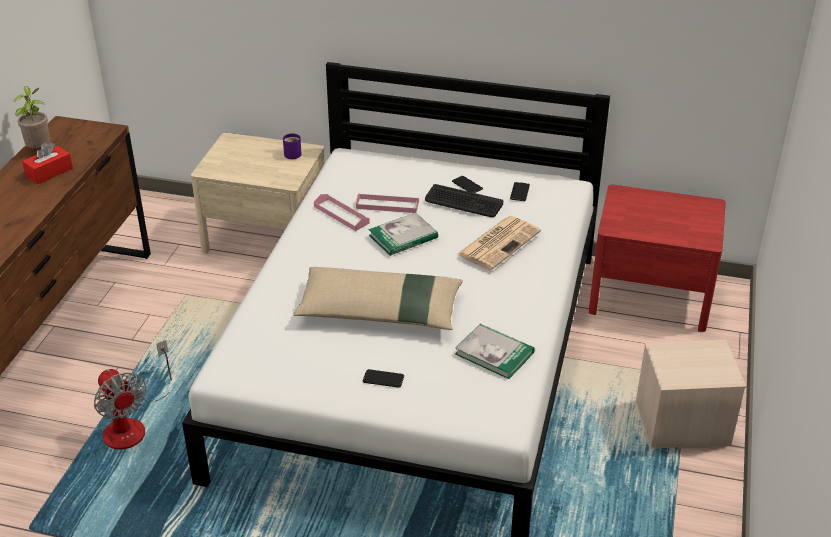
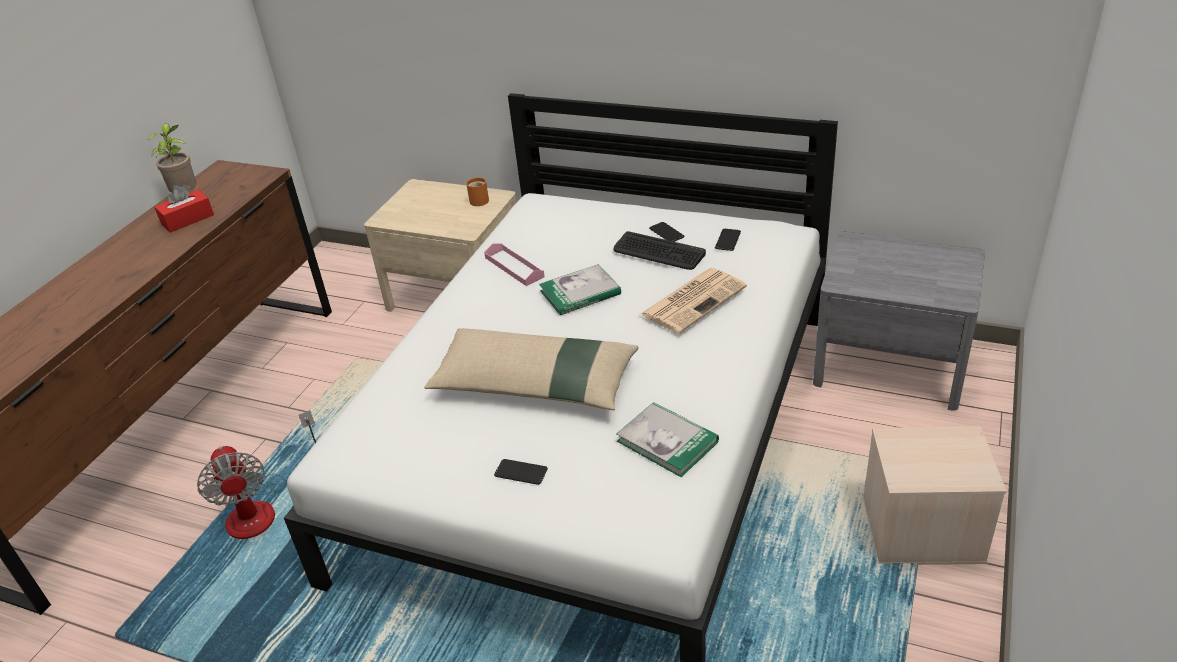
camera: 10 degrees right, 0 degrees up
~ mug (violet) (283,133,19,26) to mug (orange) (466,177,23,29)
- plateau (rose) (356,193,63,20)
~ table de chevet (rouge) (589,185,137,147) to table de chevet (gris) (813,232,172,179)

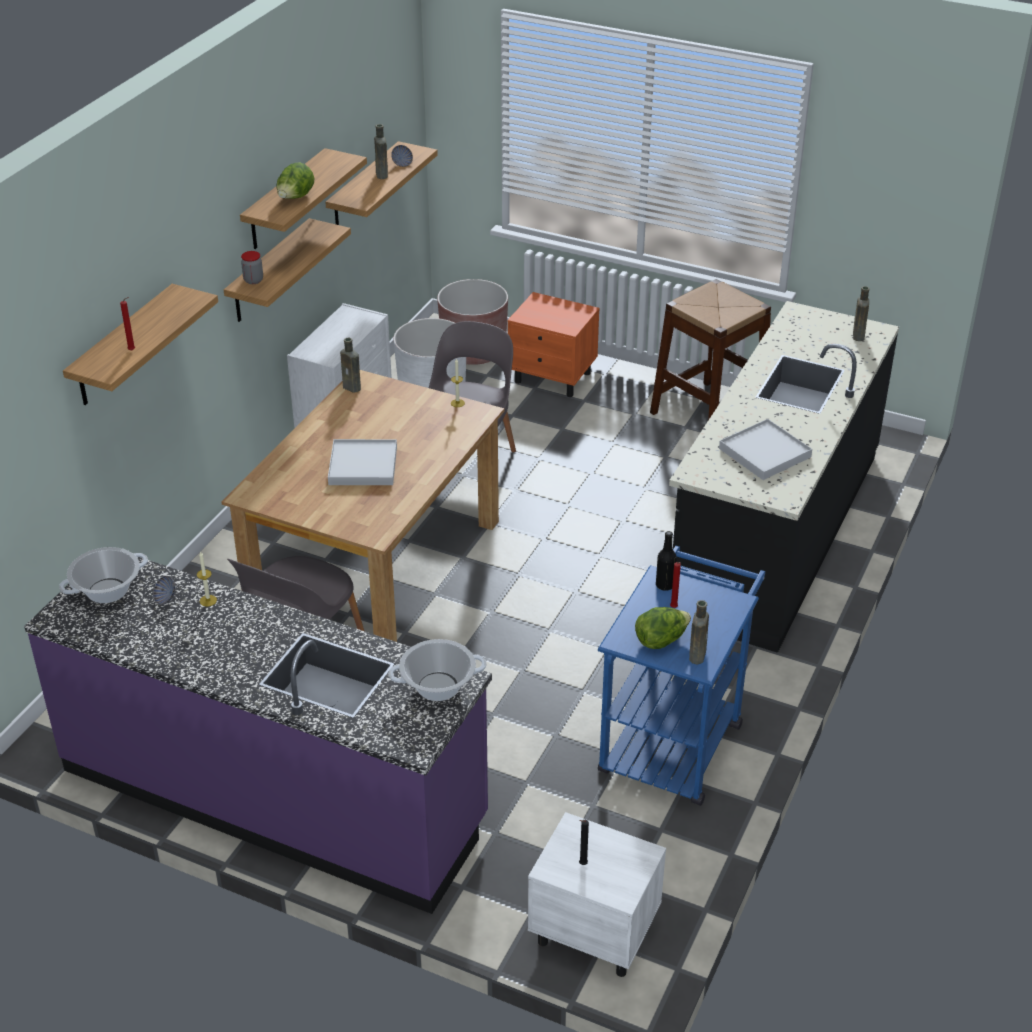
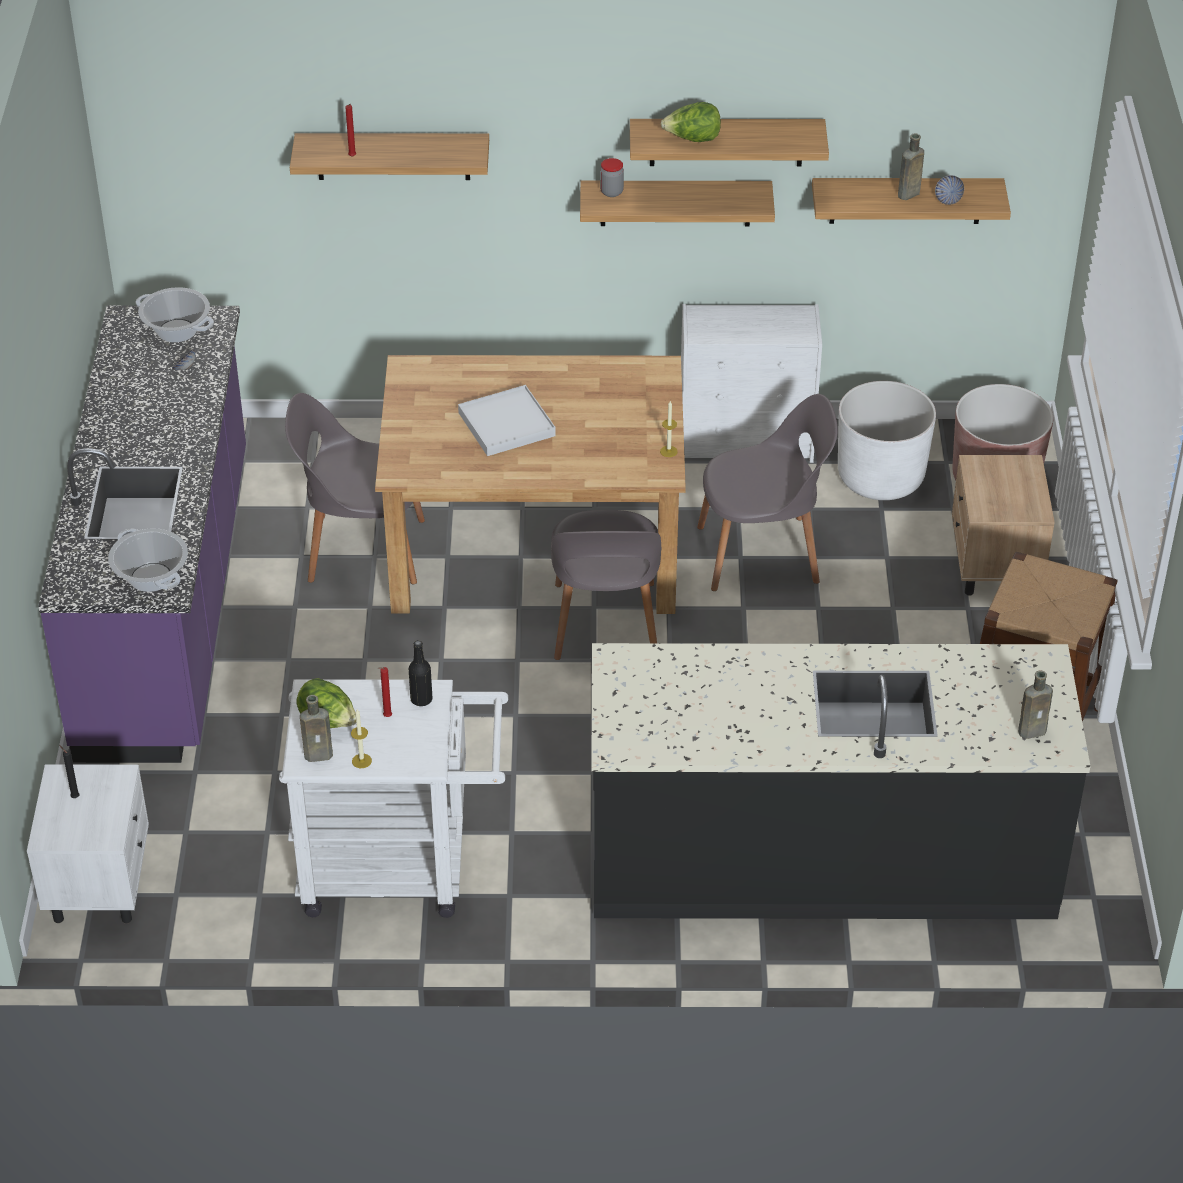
camera: 65 degrees right, 5 degrees up
~ bougie (197,551,20,55) to (351,709,21,59)
- bouteille (marron) (340,338,21,55)
~ table de chevet (orange) (508,292,92,105) to table de chevet (beige) (952,455,103,141)
~ chariot (bleu) (598,546,167,260) to chariot (blanc) (279,679,229,239)
- plateau (blanc) (719,419,93,61)
+ chaise (gris) (551,510,111,150)

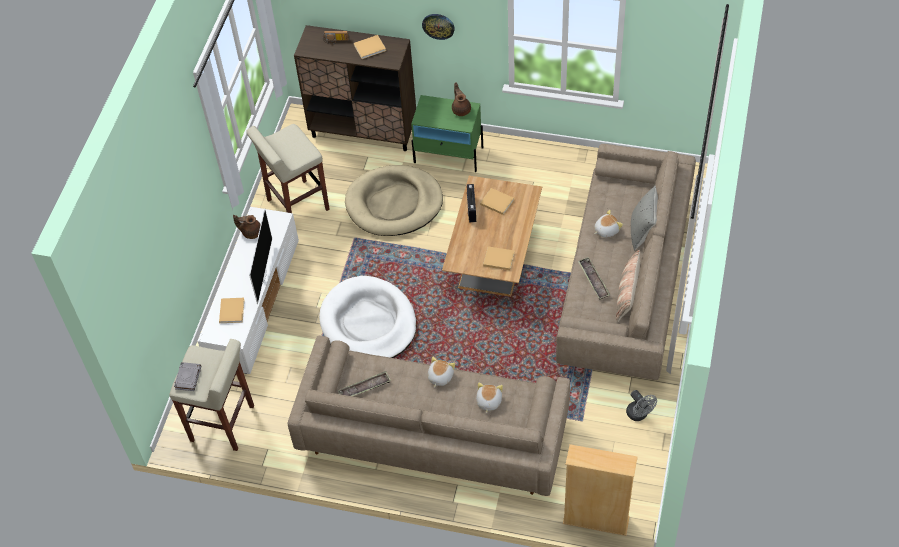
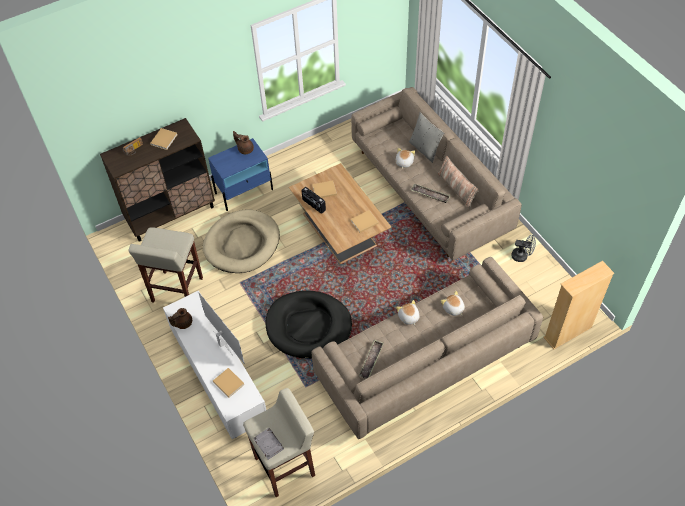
camera: 45 degrees left, 0 degrees up
~ panier pour chien (blanc) (319,276,97,82) to panier pour chien (noir) (265,291,87,68)
~ table de chevet (vert) (411,95,72,77) to table de chevet (bleu) (208,138,65,73)
- horloge murale (422,14,33,26)

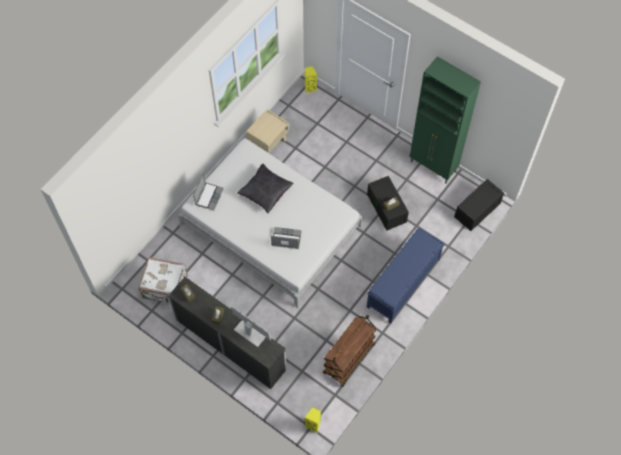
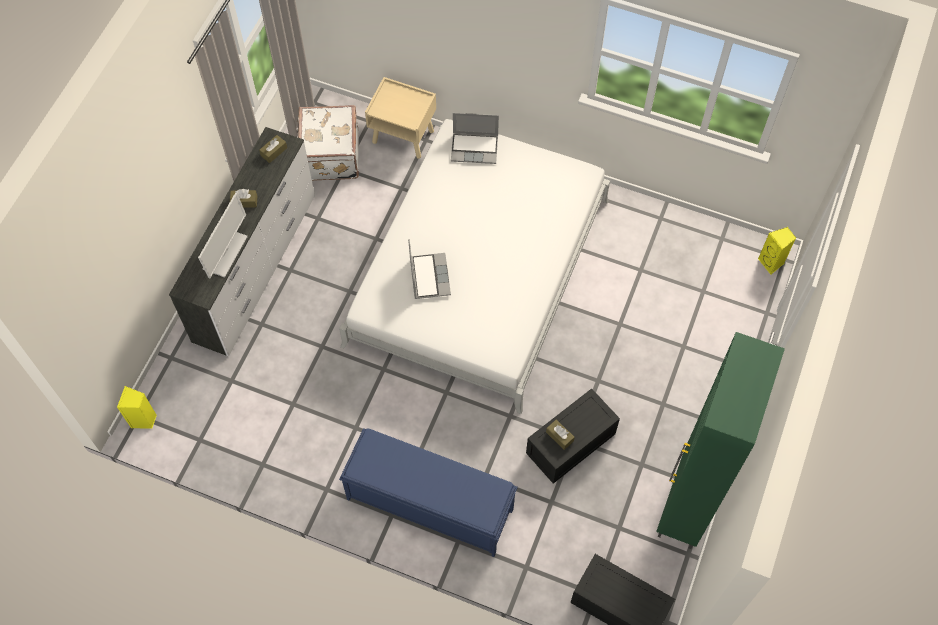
camera: 75 degrees right, 0 degrees up
- coussin (noir) (237,163,57,50)
~ table de chevet (beige) (246,109,43,44) to (365,77,71,82)
- chariot (marron) (323,315,54,72)

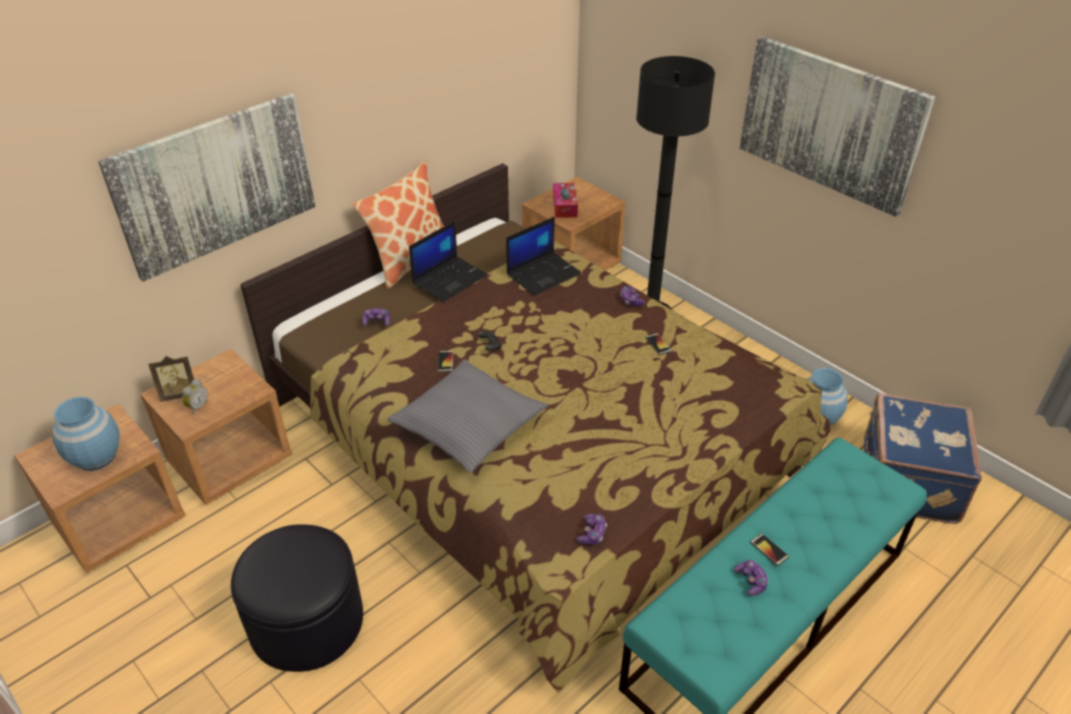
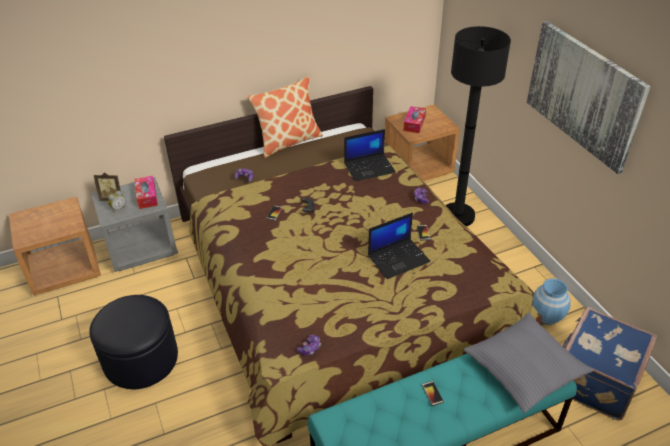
camera: 20 degrees right, 0 degrees up
- vase (bleu) (52,397,68,74)
- tableau (98,93,218,189)
~ table de chevet (marron) (140,349,152,156) to table de chevet (gris) (91,177,87,95)
~ coussin (gris) (387,359,161,114) to (464,313,130,100)
~ ordinateur portable (409,221,79,81) to (368,213,63,66)
- manette (734,560,35,36)
+ boîte à mouchoirs (135,176,23,33)

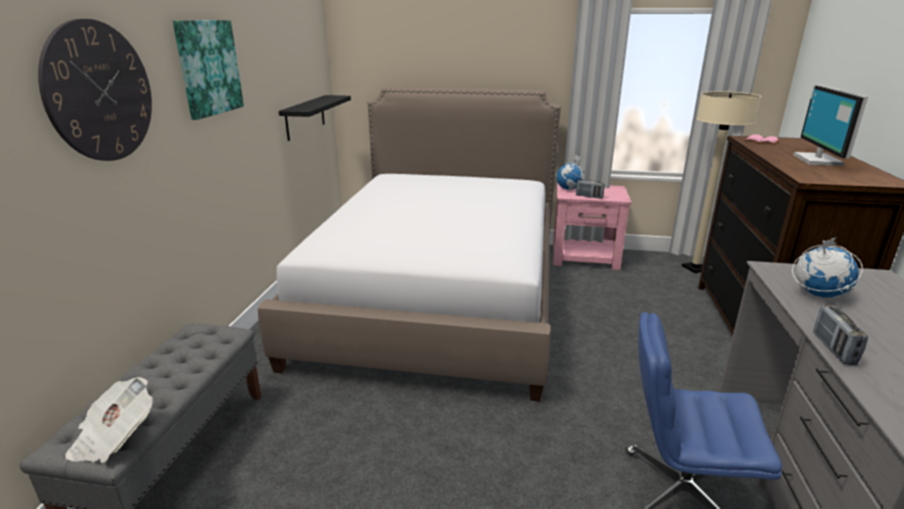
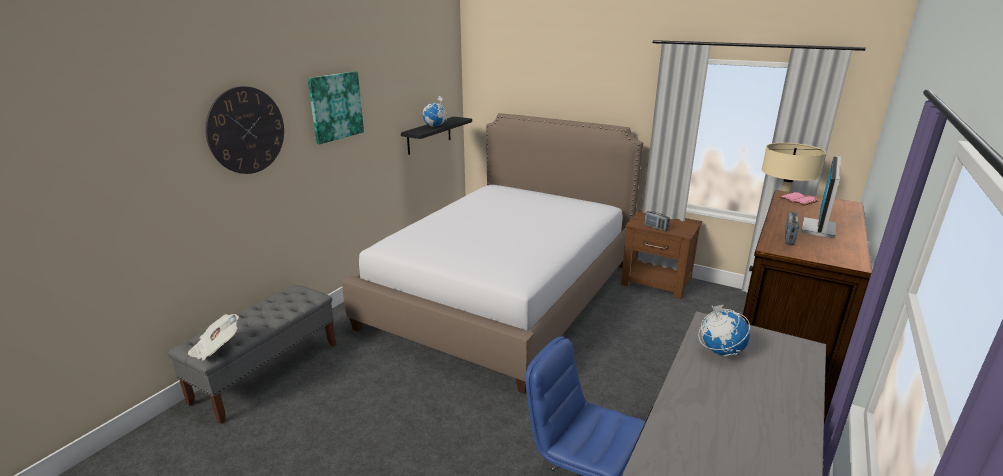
camera: 20 degrees right, 0 degrees up
~ table de chevet (rose) (553,183,79,87) to table de chevet (marron) (621,210,81,89)
~ globe (557,155,27,35) to (423,95,24,32)
~ radio (813,305,55,60) to (785,212,14,33)

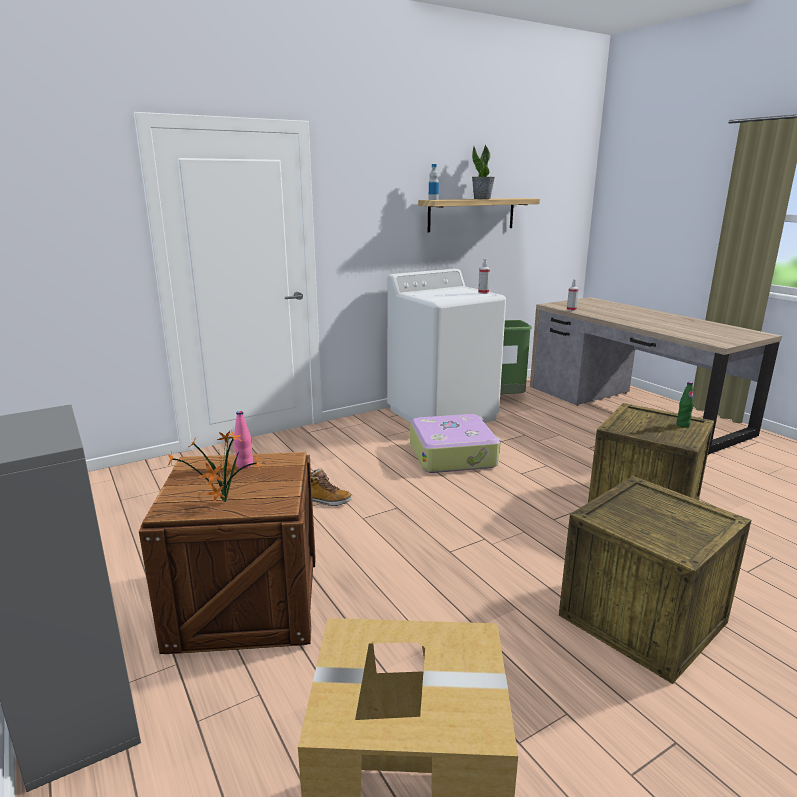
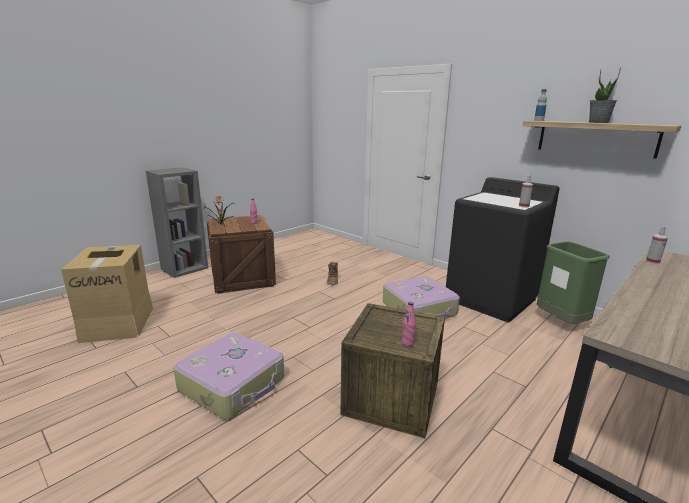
camera: 75 degrees right, 0 degrees up
~ lave-linge (blanc) (387,268,119,155) to lave-linge (noir) (446,177,114,145)
~ caisse (559,476,192,208) to valise (173,333,111,86)
~ bouteille (vert) (676,382,18,46) to bouteille (rose) (401,302,15,44)

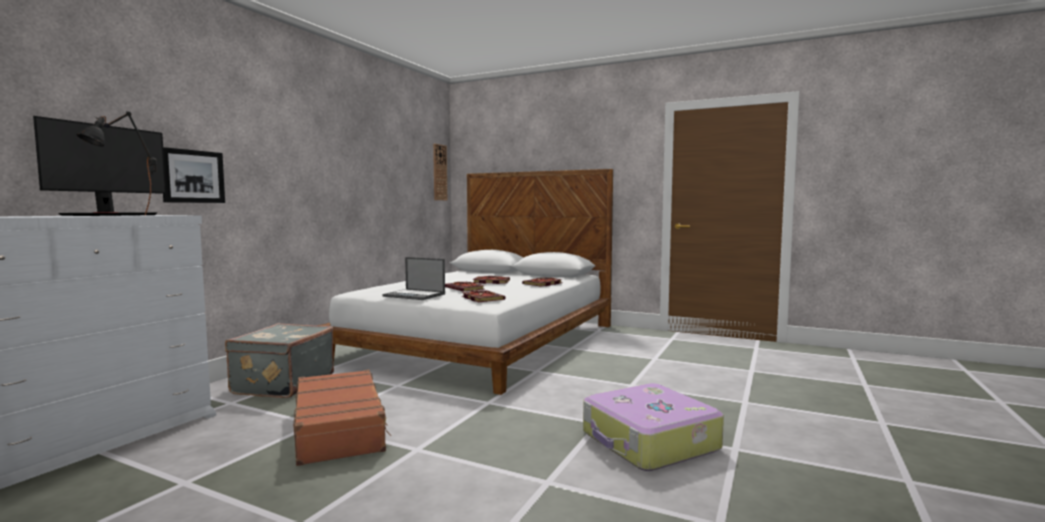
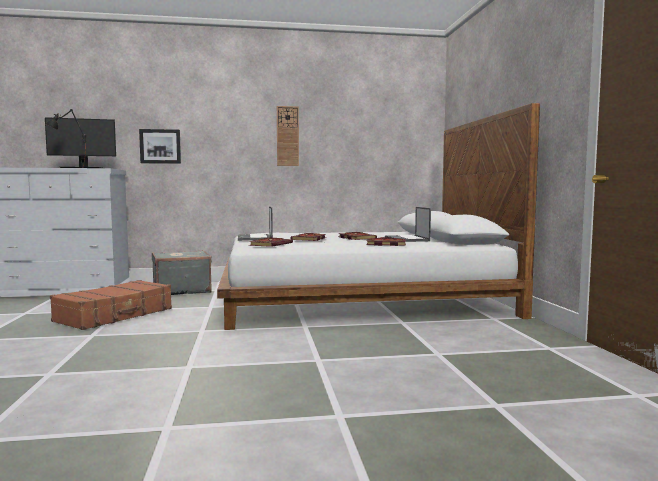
camera: 55 degrees right, 0 degrees up
~ horloge murale (433,144,14,56) to (277,106,22,60)
- valise (583,383,141,88)
+ ordinateur portable (385,207,46,35)

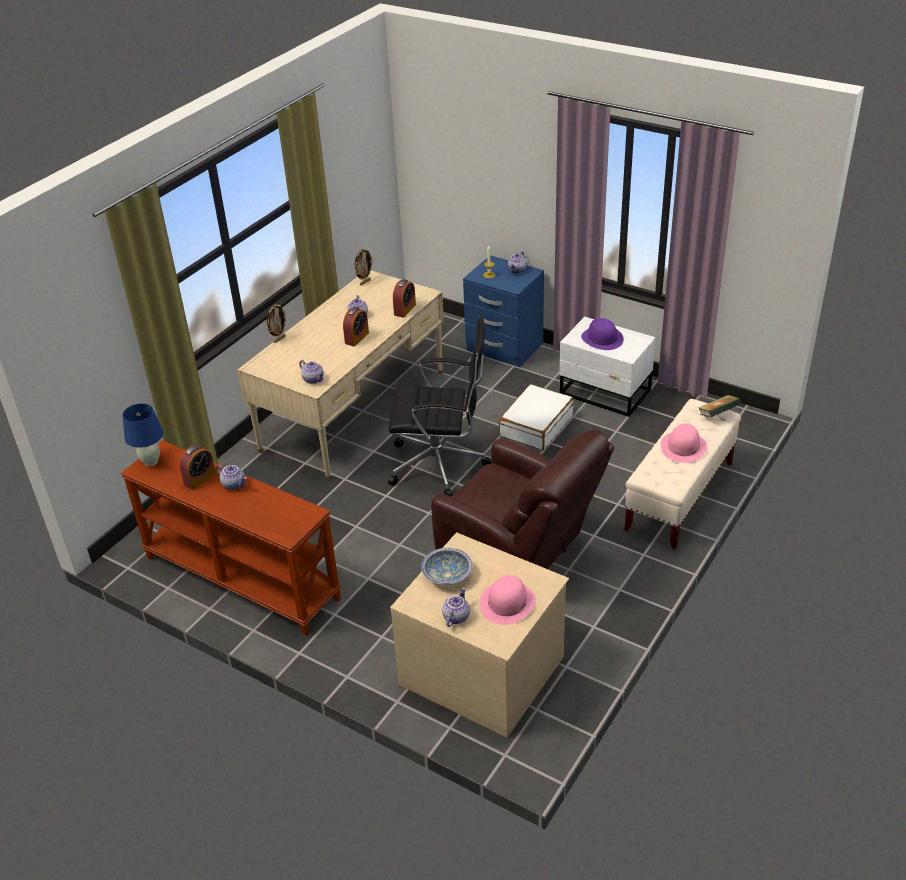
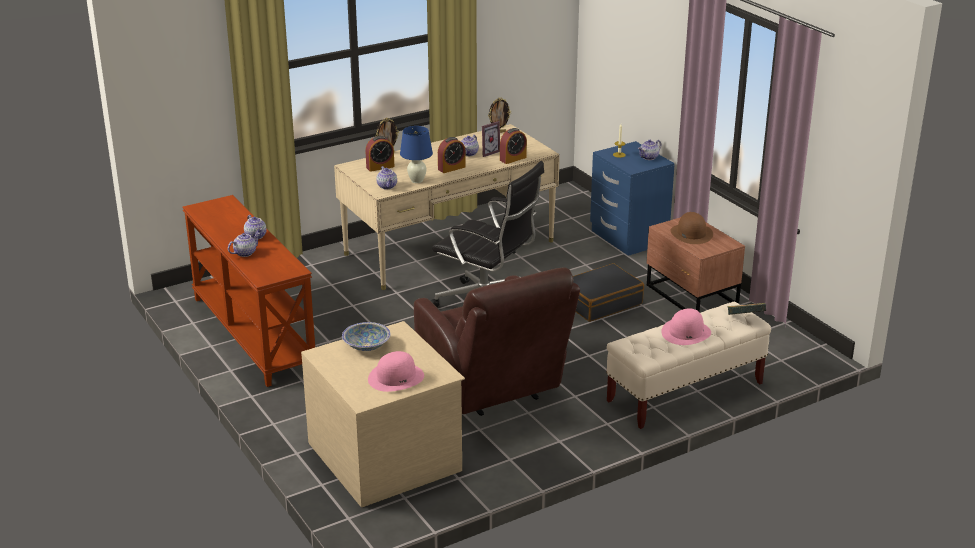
camera: 25 degrees right, 10 degrees down
~ lampe de table (bleu) (122,403,41,64) to (400,126,33,57)
~ réveil (179,445,37,45) to (365,136,29,36)
~ théière (442,588,28,39) to (228,233,32,24)
~ valise (blanc) (499,384,75,66) to valise (noir) (573,263,71,59)
~ table de chevet (blanc) (559,317,97,100) to table de chevet (marron) (647,217,98,94)
~ chapeau (violet) (581,318,43,32) to chapeau (marron) (670,212,43,32)
+ cadre photo (482,121,18,36)

